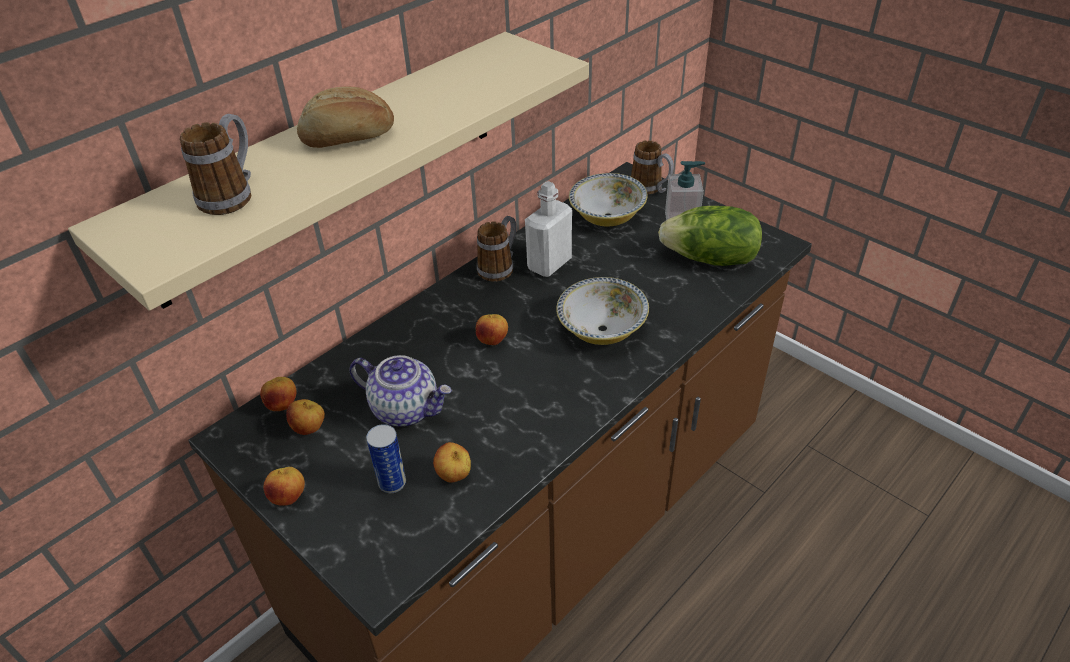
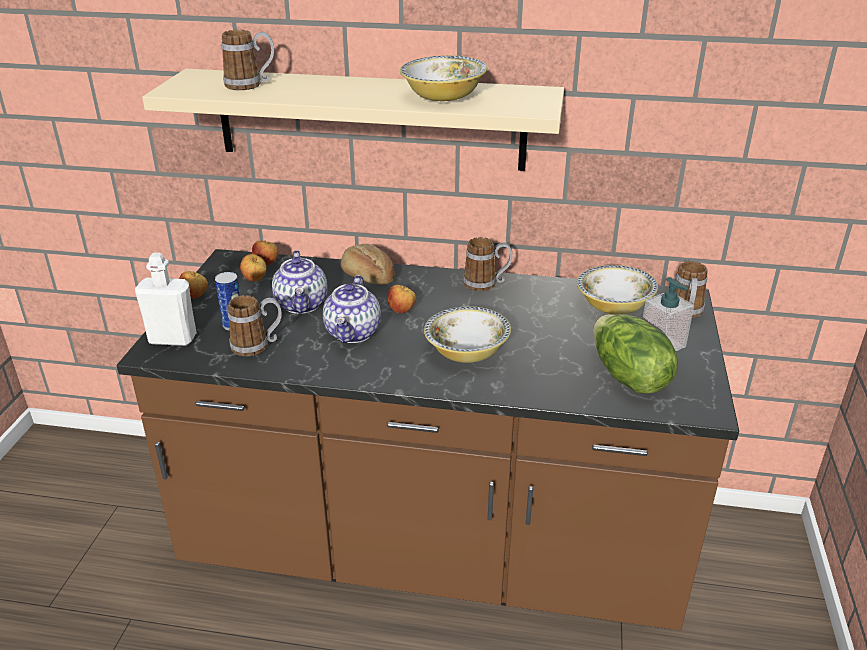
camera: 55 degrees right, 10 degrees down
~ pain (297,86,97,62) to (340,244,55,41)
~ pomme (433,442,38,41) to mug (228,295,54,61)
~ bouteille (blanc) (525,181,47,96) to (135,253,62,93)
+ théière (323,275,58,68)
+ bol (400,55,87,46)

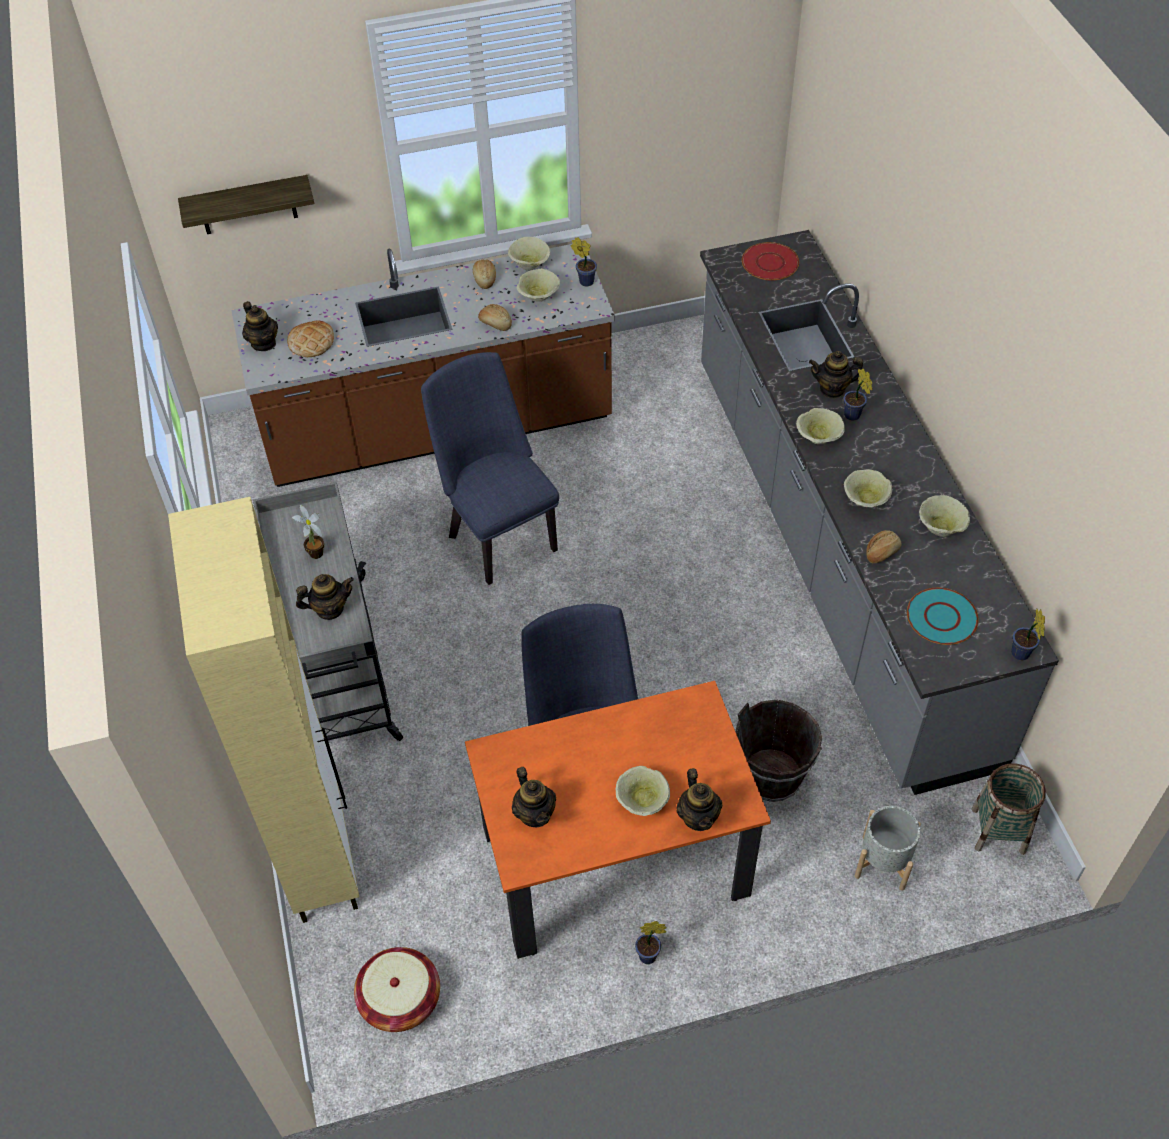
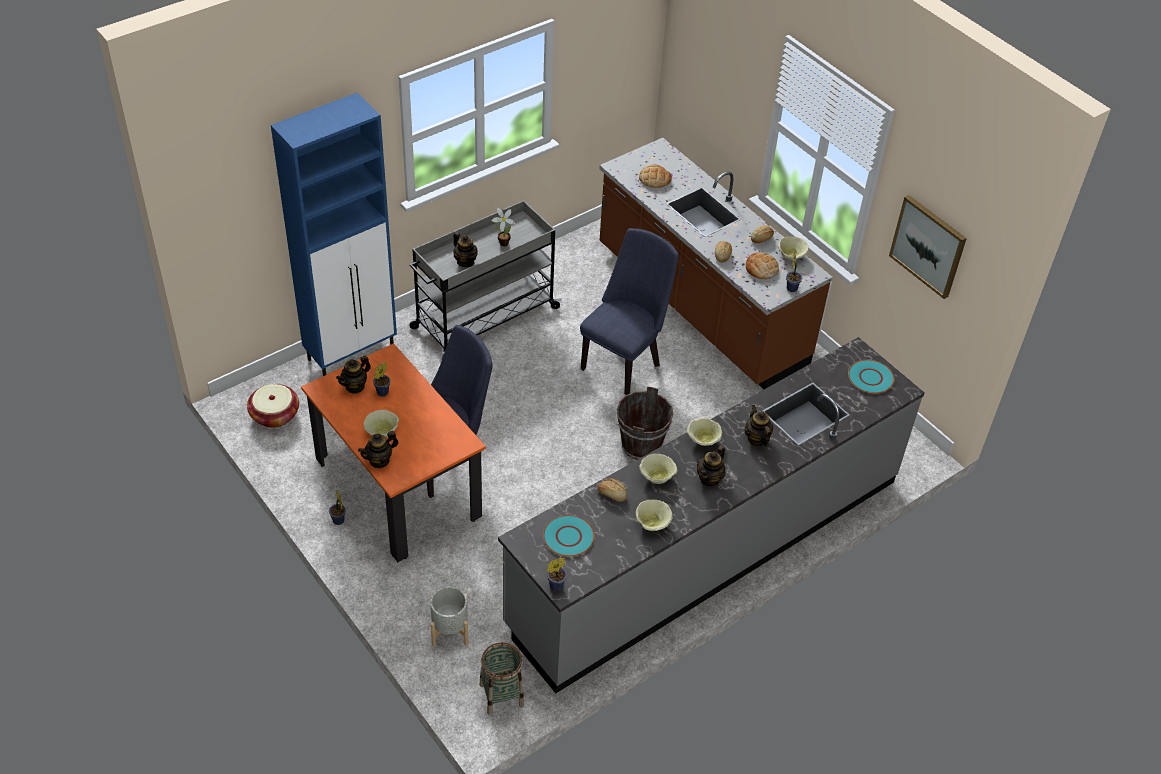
camera: 65 degrees right, 5 degrees down
~ meuble de rangement (beige) (168,497,191,426) to meuble de rangement (bleu) (271,93,126,283)
- étagère (178,175,136,59)
~ théière (242,301,36,50) to (697,445,28,42)
~ bol (beige) (517,269,43,33) to pain (746,252,33,27)
~ seau (marron) (735,700,87,102) to (617,386,56,74)
~ assiette (rouge) (742,242,57,38) to assiette (turquoise) (848,360,47,34)
~ plante en pot (843,368,29,53) to (373,362,17,34)
+ tableau (889,195,78,104)

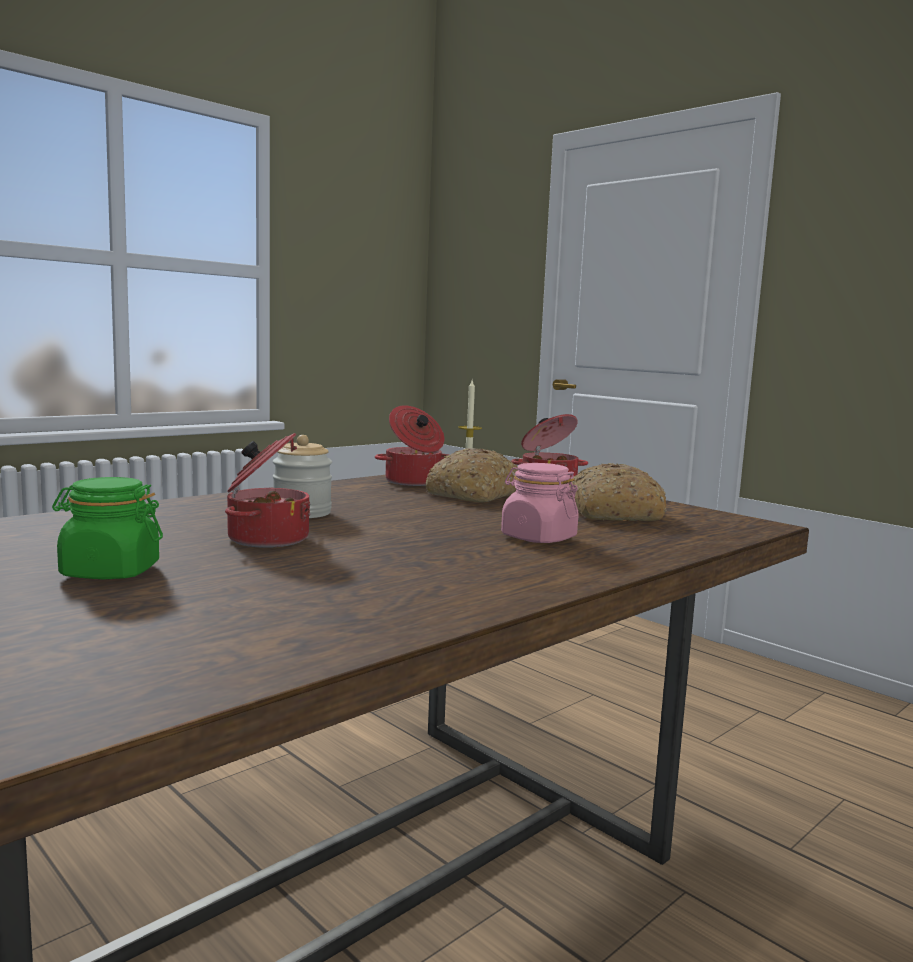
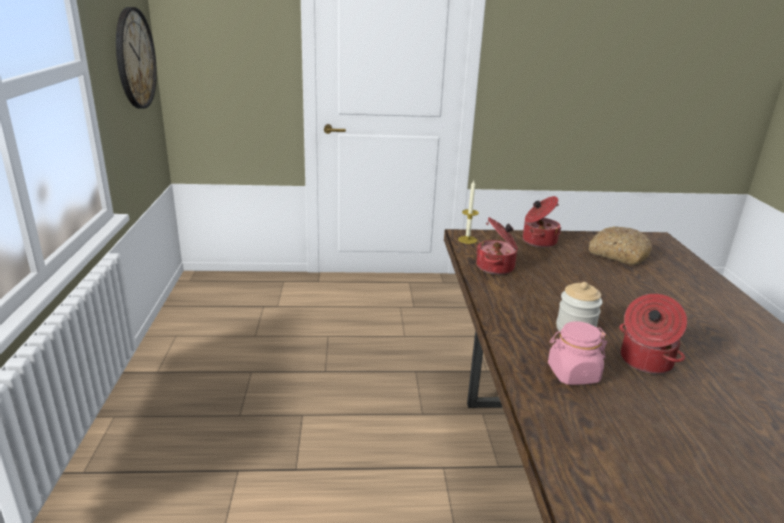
camera: 50 degrees left, 15 degrees up
- bocal (vert) (52,477,111,102)
- pain (426,448,92,55)
~ bocal (rose) (501,463,78,80) to (548,321,59,64)
+ horloge murale (116,7,41,102)

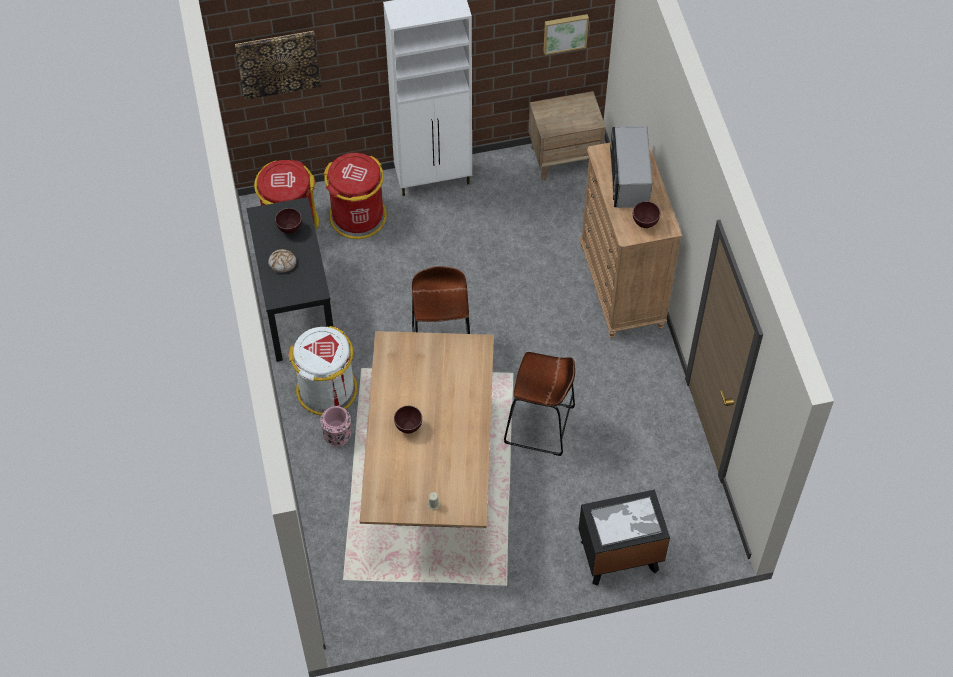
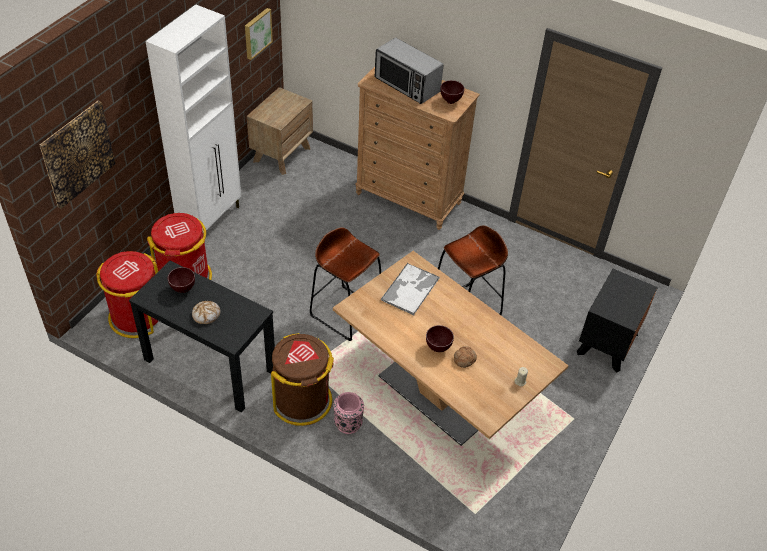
camera: 50 degrees left, 10 degrees down
~ poubelle (blanc) (288,326,70,89) to poubelle (marron) (271,333,63,93)
~ plateau (591,496,71,50) to (380,263,59,52)
+ pain (454,346,23,22)

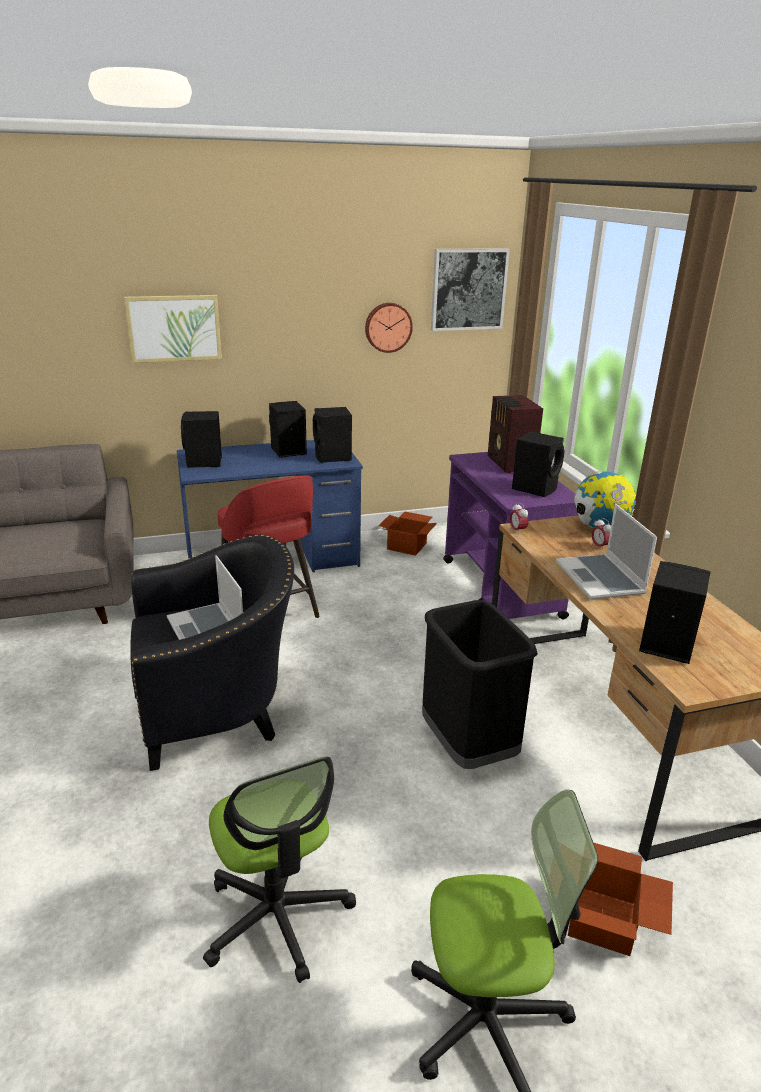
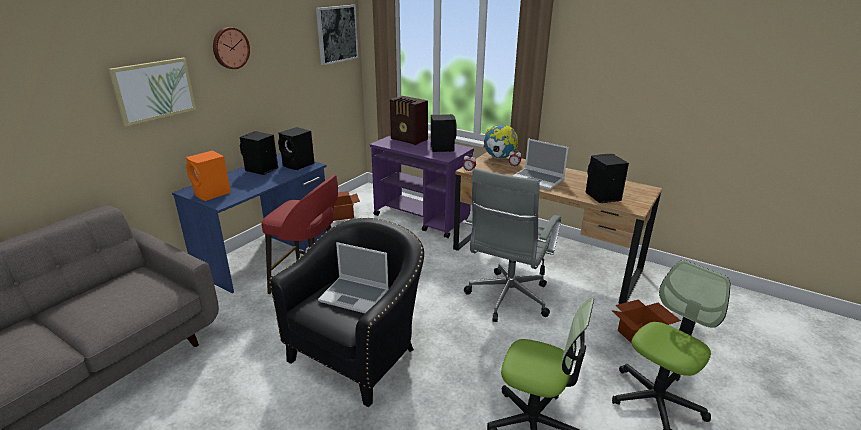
camera: 40 degrees left, 0 degrees up
~ enceinte (noir) (181,411,41,57) to enceinte (orange) (186,151,45,50)
~ horloge murale (365,303,48,50) to (213,27,37,42)
~ poubelle (noir) (422,600,116,169) to chaise de bureau (gris) (464,168,97,154)

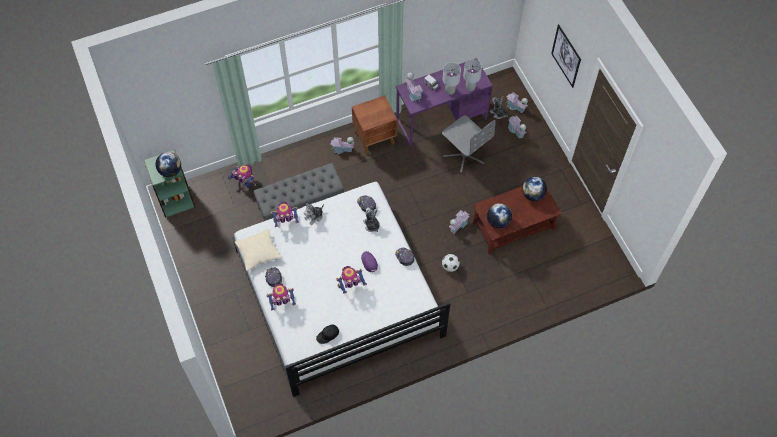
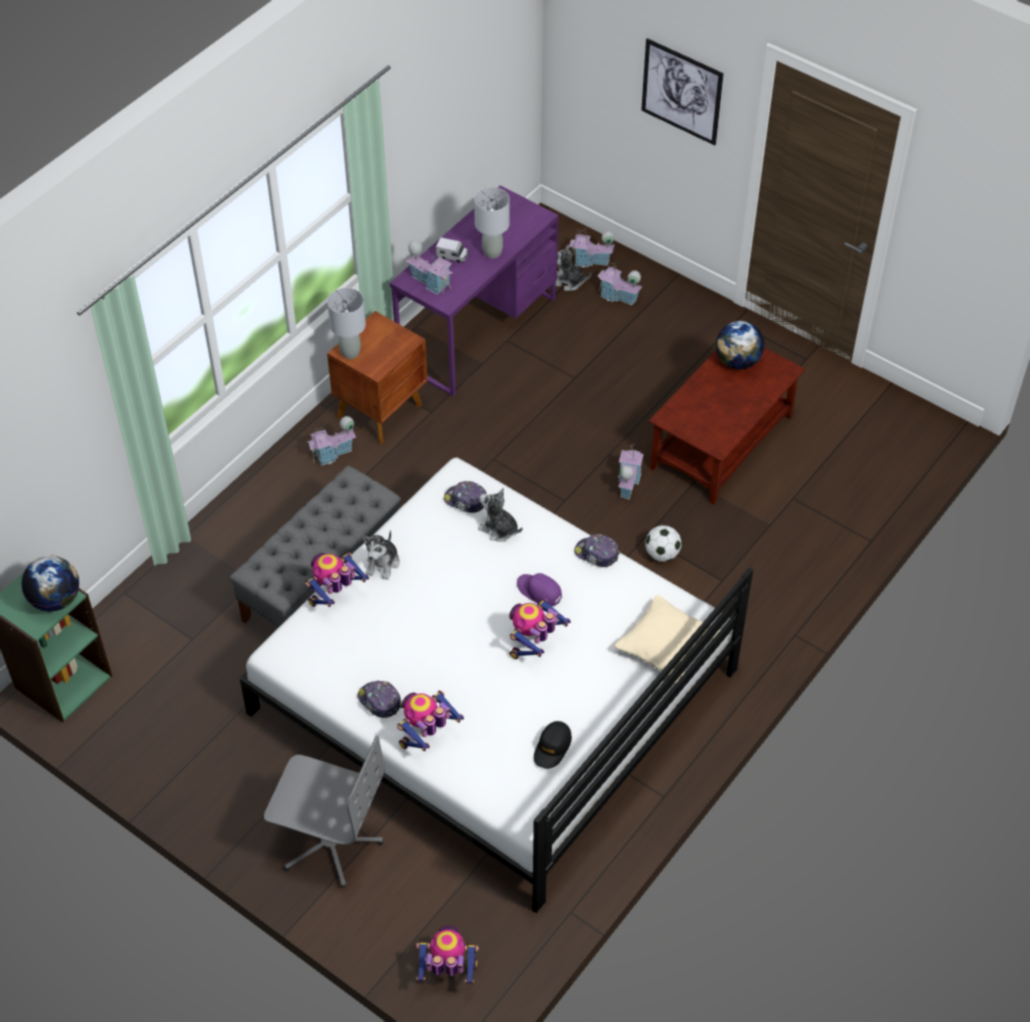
camera: 30 degrees left, 10 degrees down
~ robot jouet (228,164,28,25) to (416,926,63,59)
~ coussin (beige) (235,229,46,42) to (614,595,106,89)
~ chaise de bureau (gris) (442,116,54,57) to (264,735,121,153)
~ lampe de table (gris) (463,59,19,32) to (327,288,39,71)
- globe (487,203,25,25)

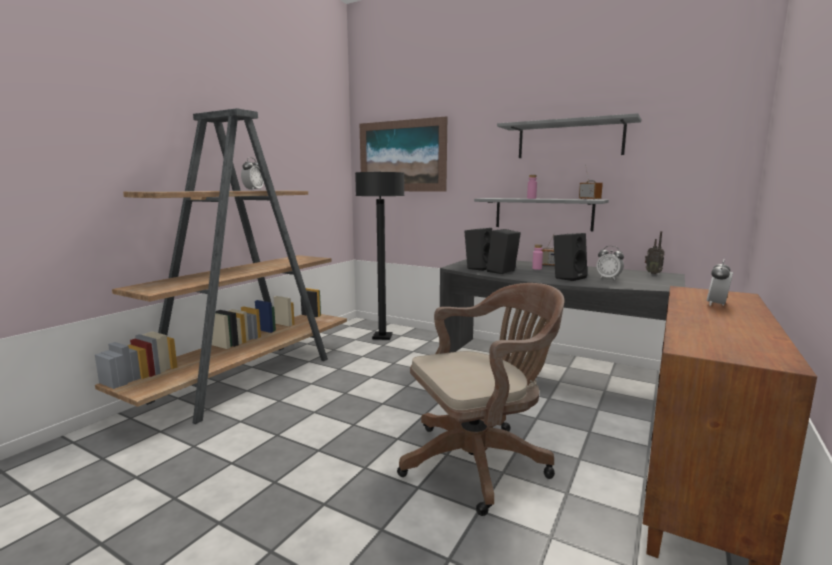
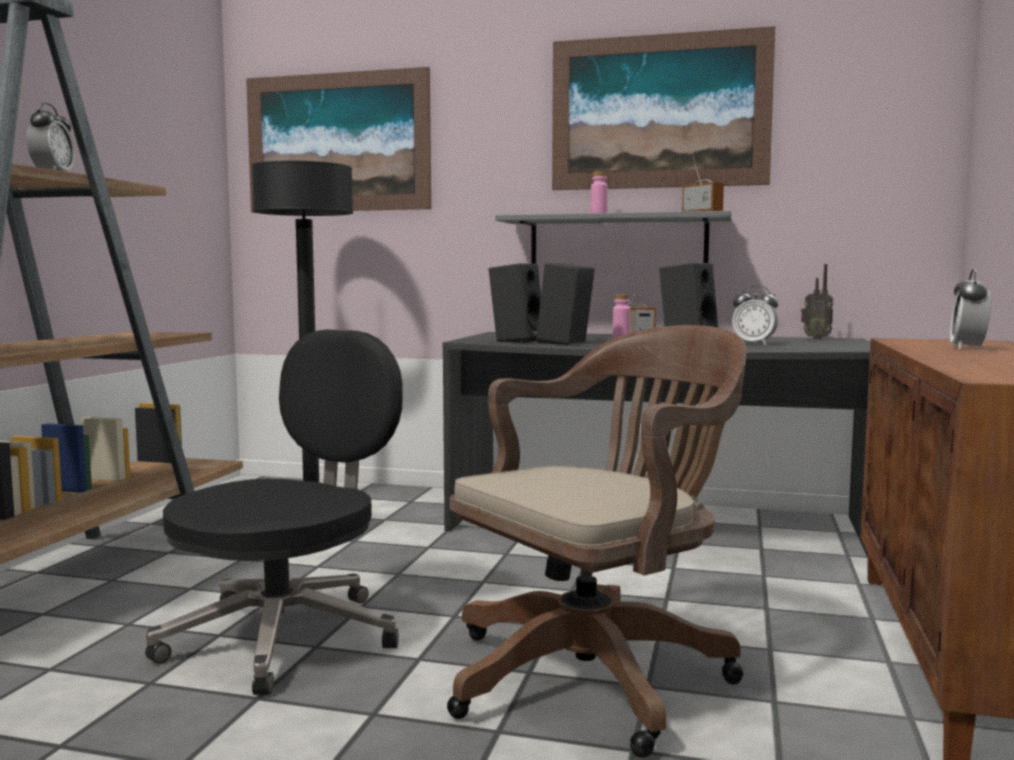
camera: 15 degrees left, 5 degrees down
~ étagère (gris) (497,113,145,45) to tableau (552,26,223,164)
+ chaise de bureau (noir) (145,329,258,366)

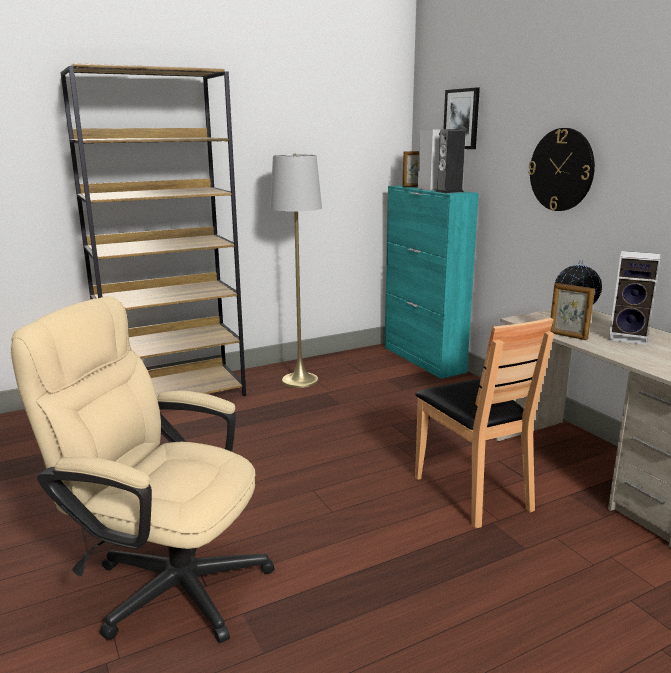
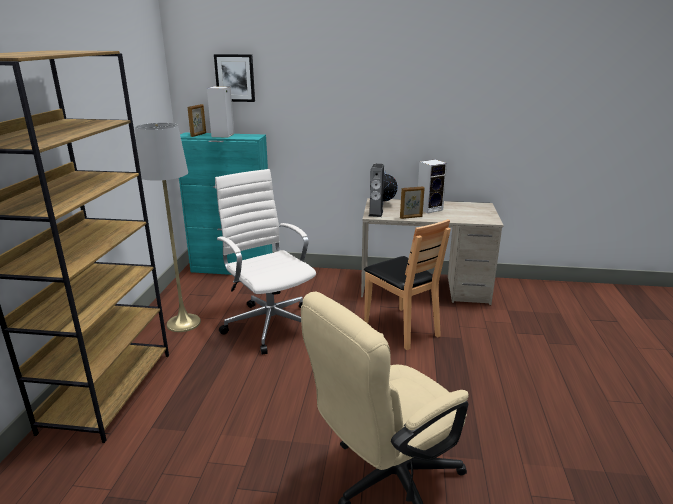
camera: 55 degrees left, 5 degrees up
~ chaise (marron) (415,318,139,211) = (364,219,87,131) 45 degrees clockwise
~ enceinte (436,129,30,64) to (369,164,15,53)
- horloge murale (528,128,67,83)
+ chaise de bureau (blanc) (215,169,101,186)

